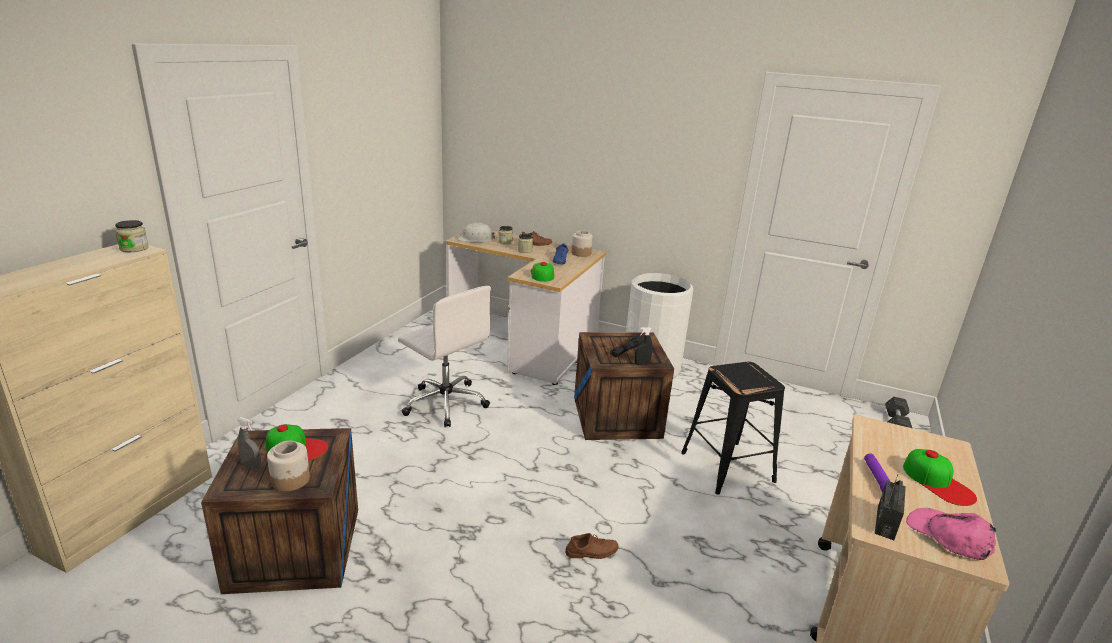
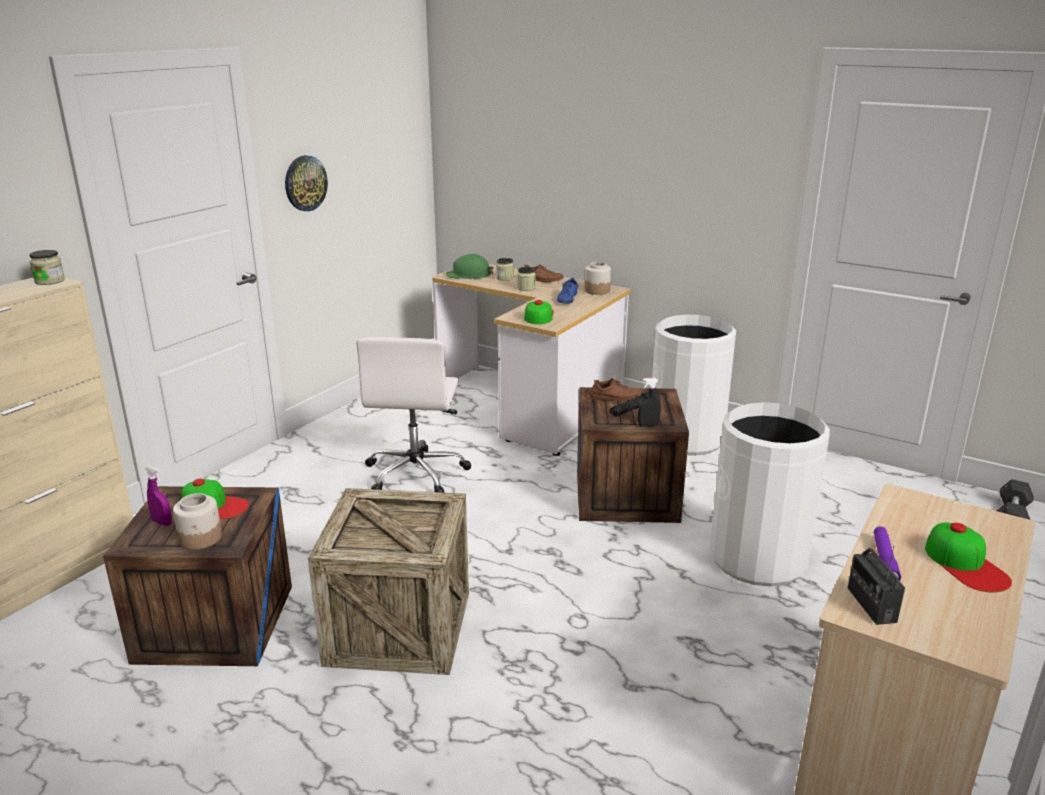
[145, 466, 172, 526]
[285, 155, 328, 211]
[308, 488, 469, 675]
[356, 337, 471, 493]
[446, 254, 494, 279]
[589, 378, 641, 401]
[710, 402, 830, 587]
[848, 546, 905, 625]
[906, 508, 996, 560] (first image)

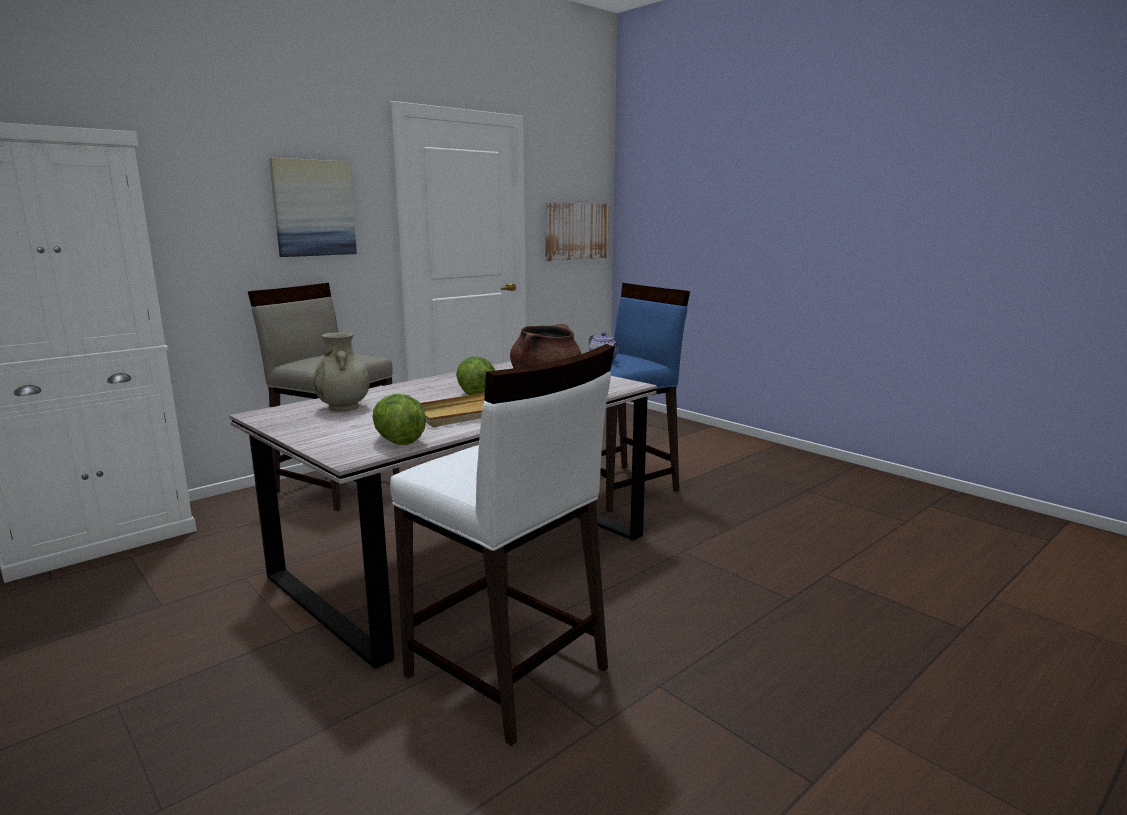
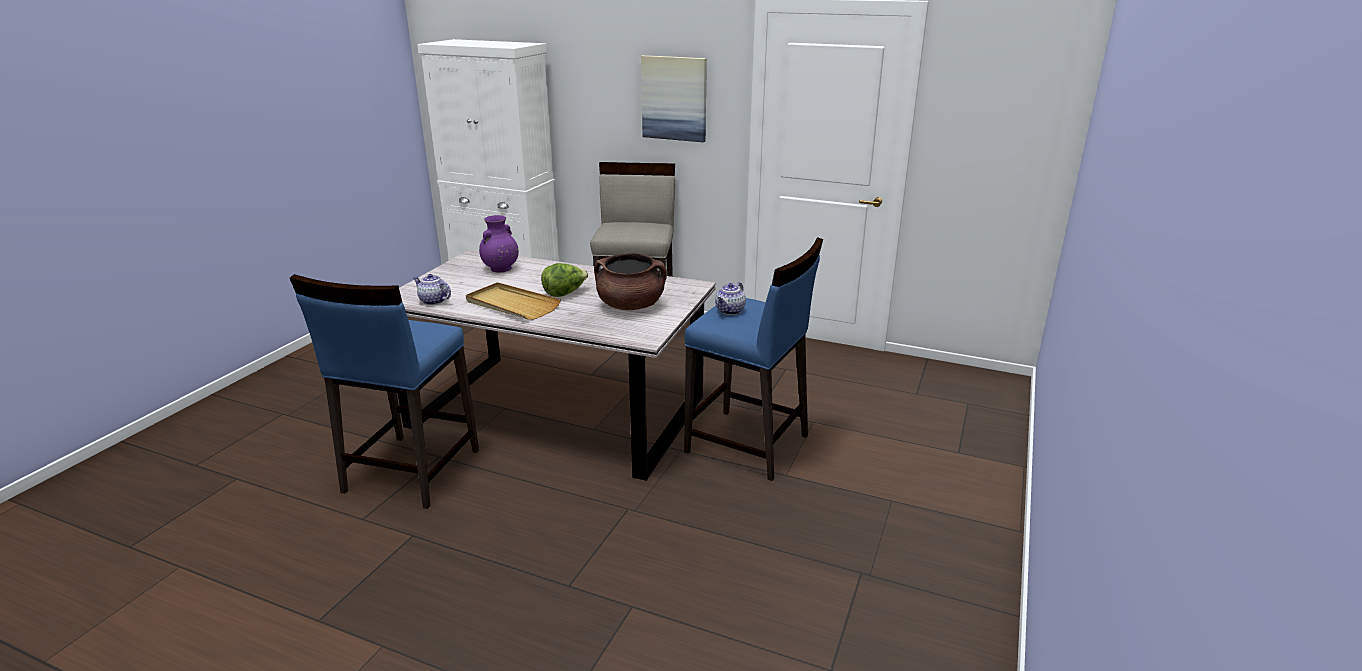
[290, 274, 479, 509]
[413, 274, 451, 305]
[479, 215, 519, 272]
[545, 203, 609, 261] (first image)

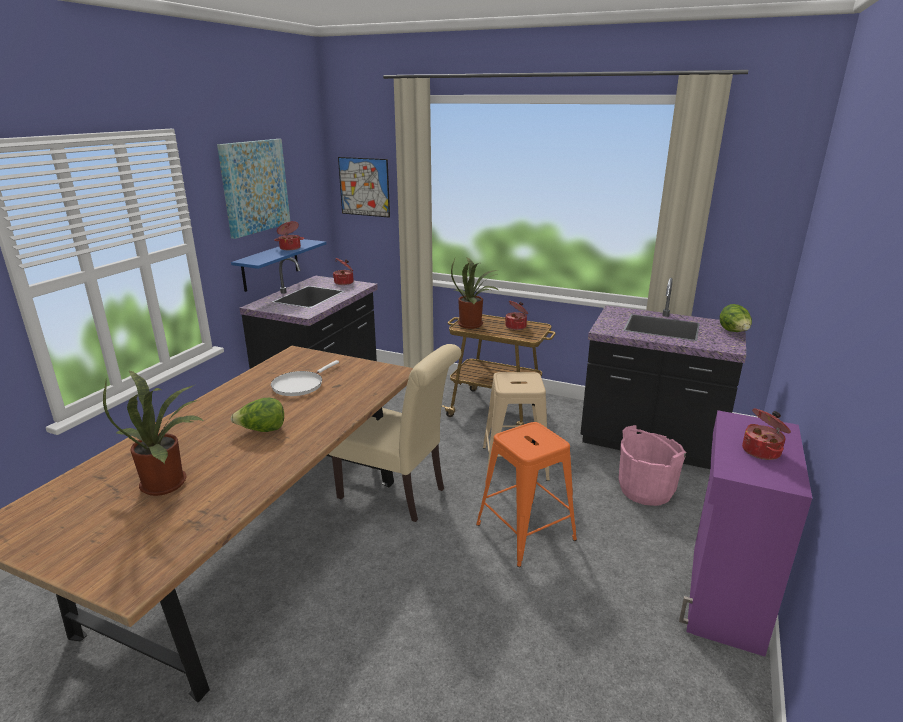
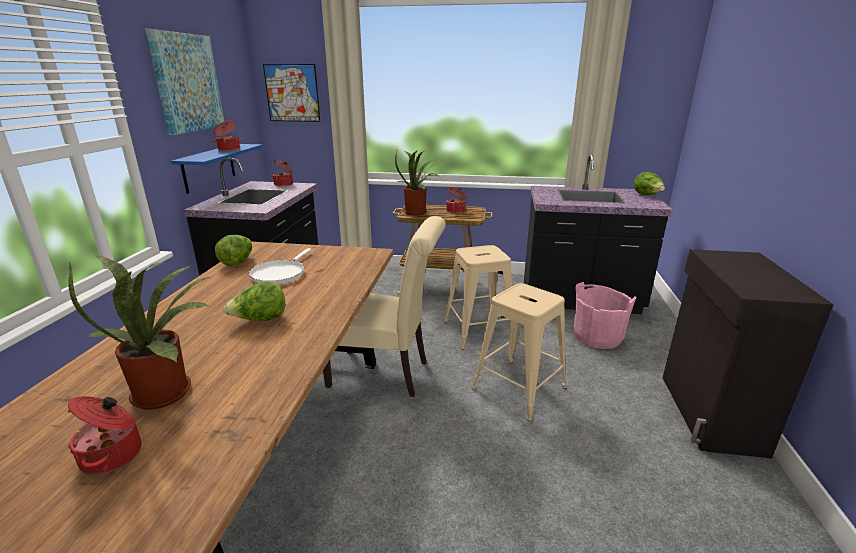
[68, 396, 141, 475]
[215, 235, 252, 266]
[472, 283, 567, 421]
[663, 249, 834, 458]

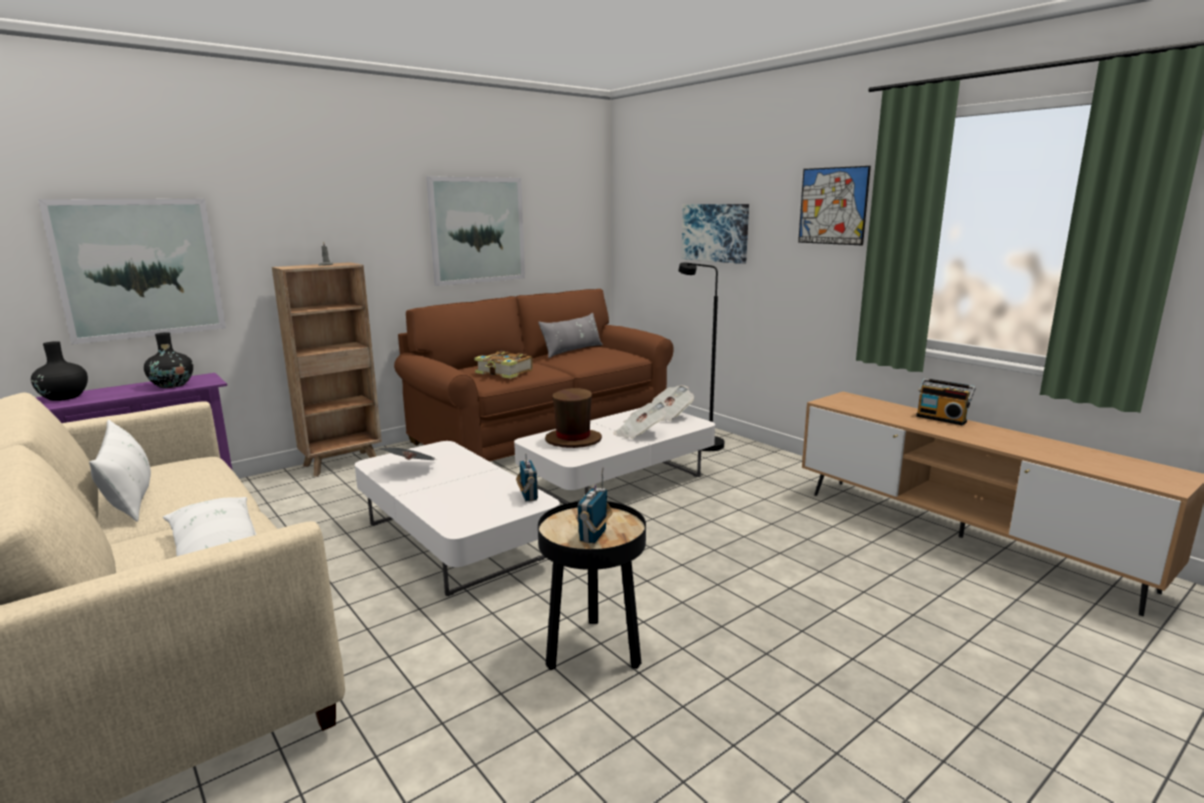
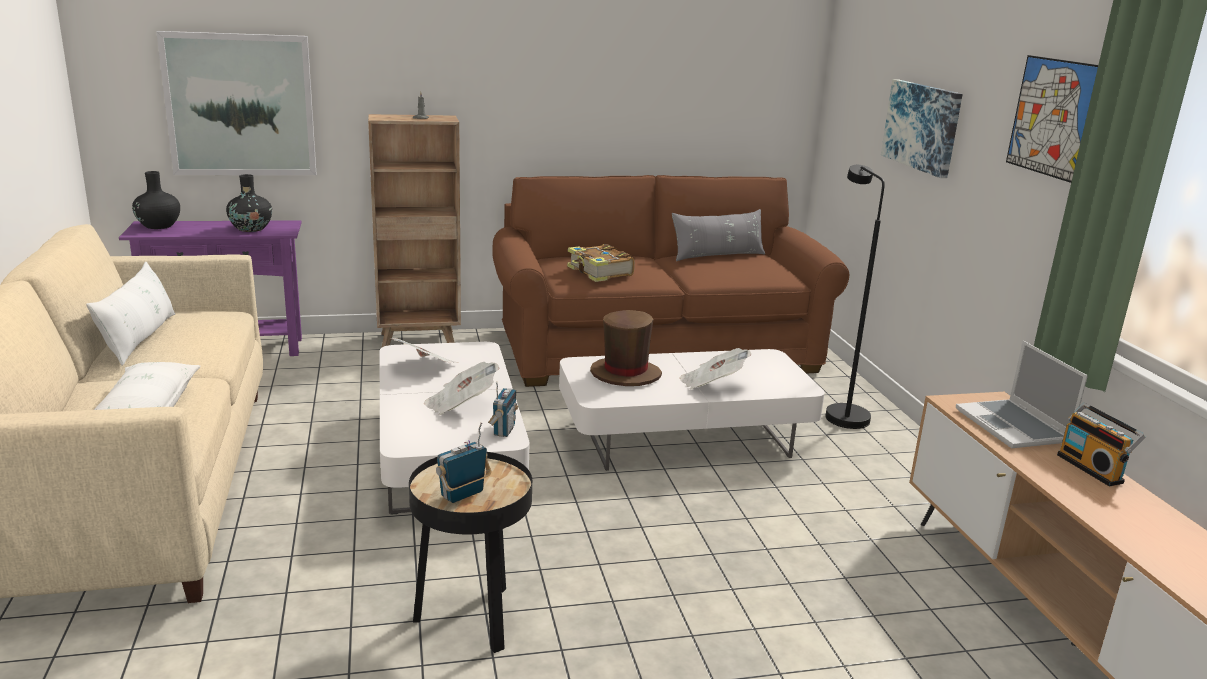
[424, 362, 500, 415]
[956, 341, 1088, 448]
[426, 176, 525, 286] (first image)

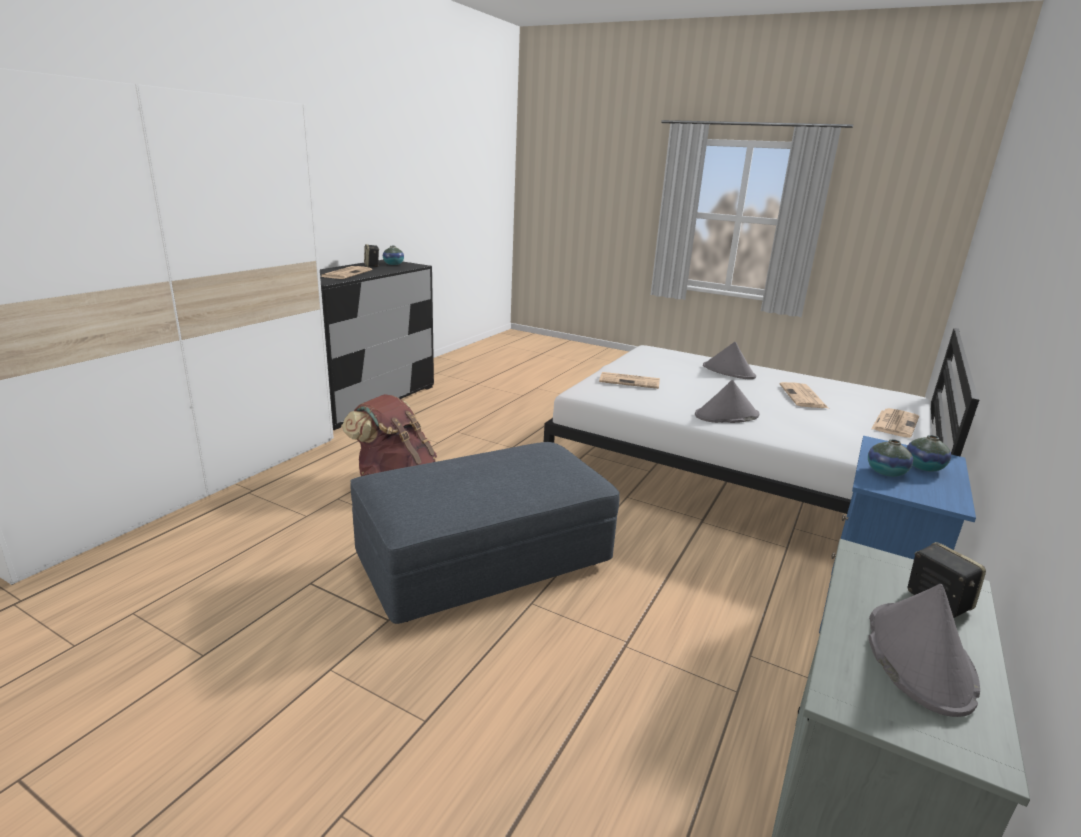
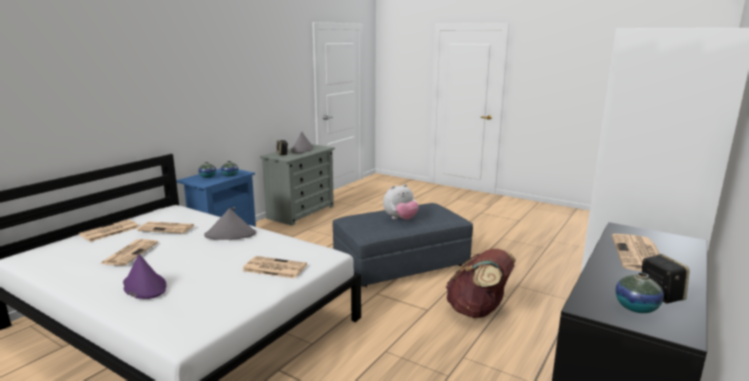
[123, 254, 167, 299]
[137, 221, 194, 234]
[383, 184, 419, 220]

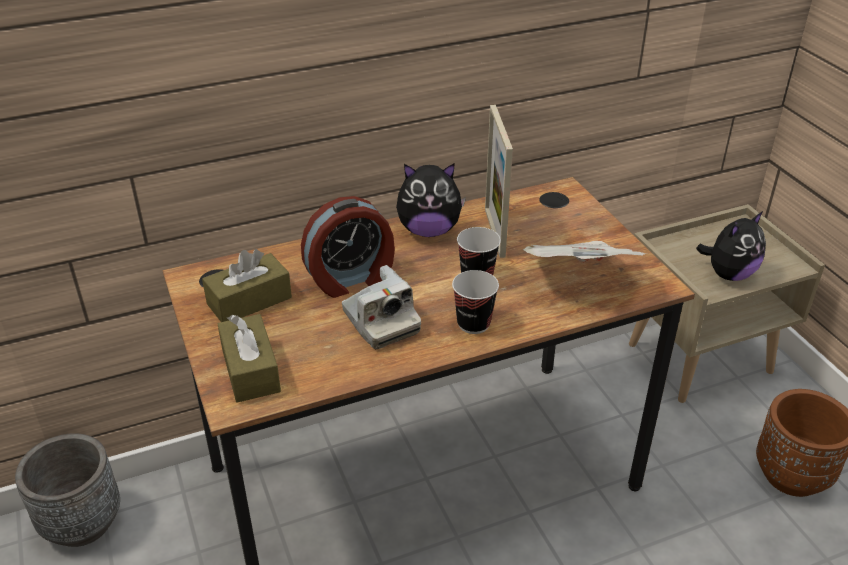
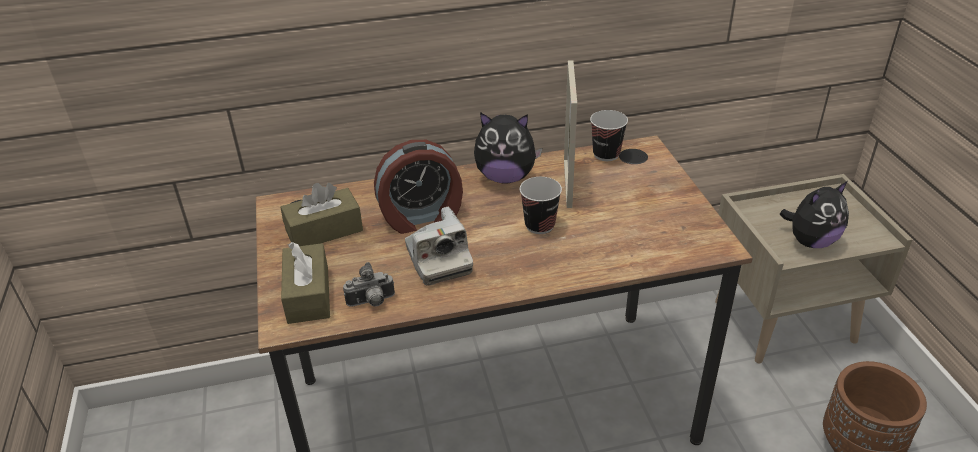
[343, 262, 395, 307]
[590, 110, 628, 161]
[15, 433, 120, 547] (first image)
[523, 241, 647, 263] (first image)

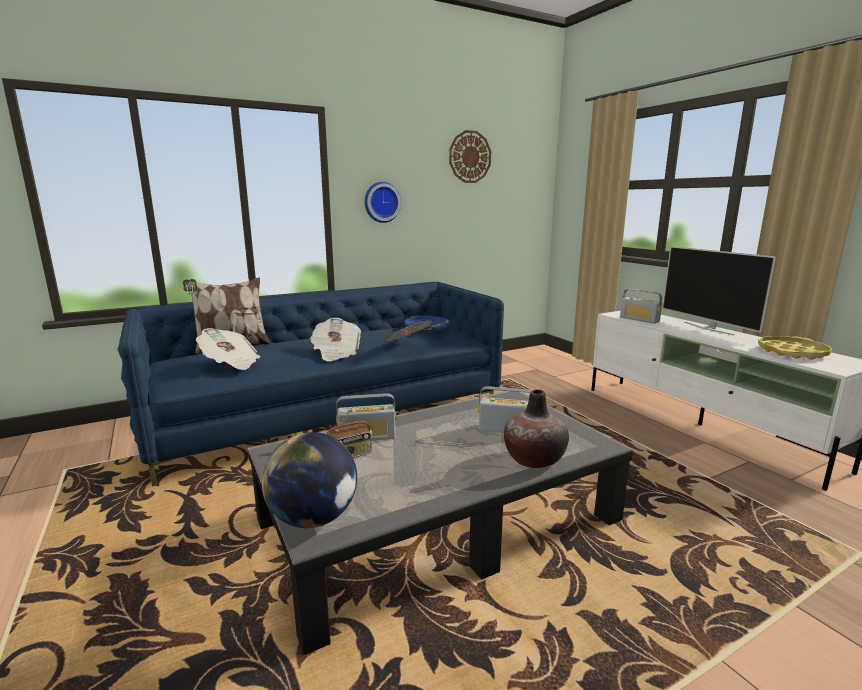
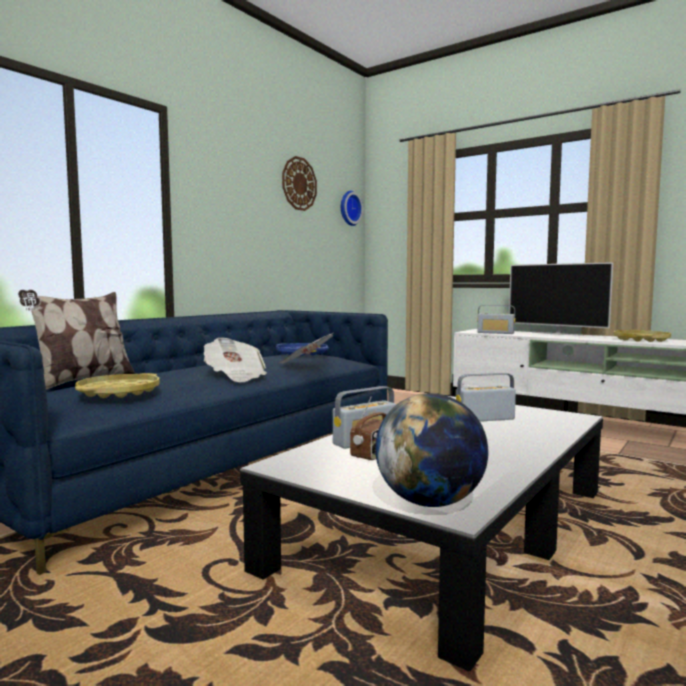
[75, 373, 160, 398]
[341, 191, 363, 226]
[504, 389, 569, 468] (first image)

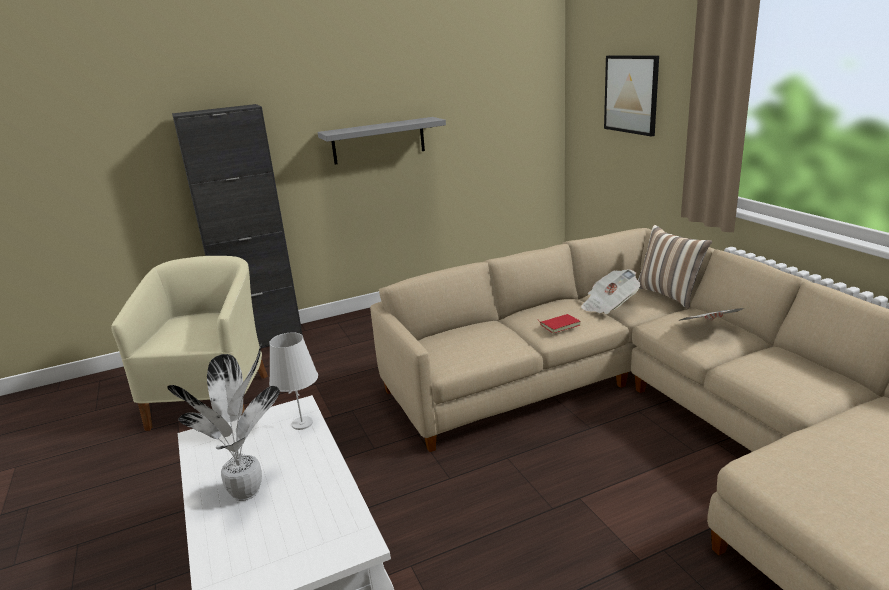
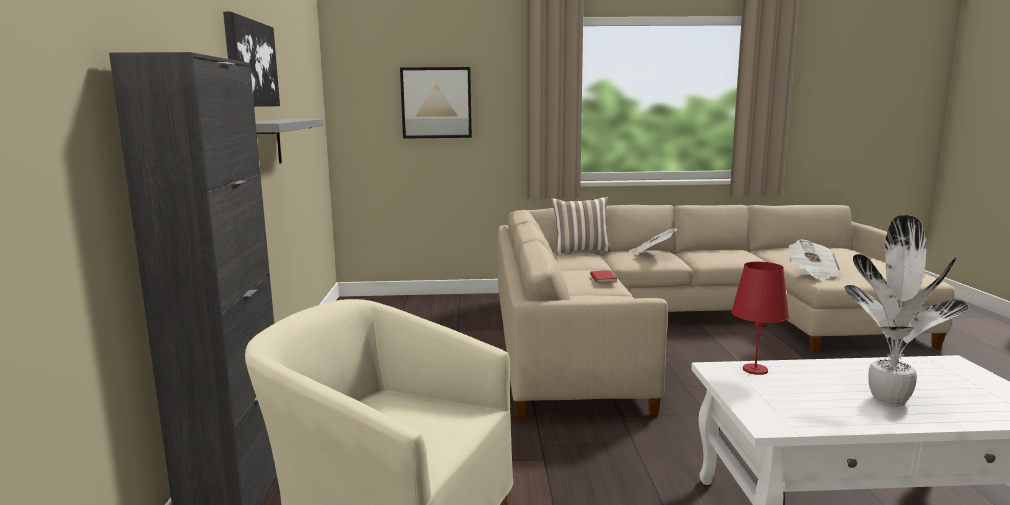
[223, 12, 280, 107]
[731, 262, 789, 375]
[788, 240, 842, 280]

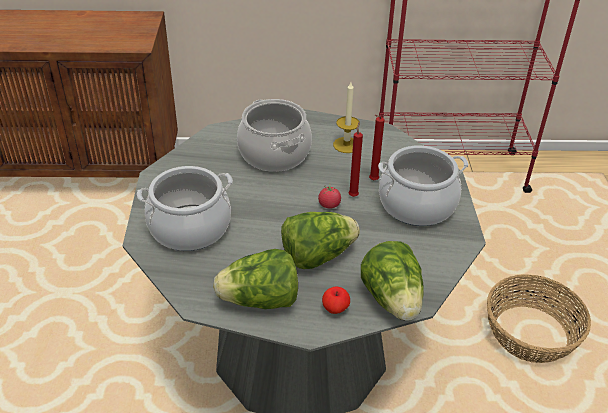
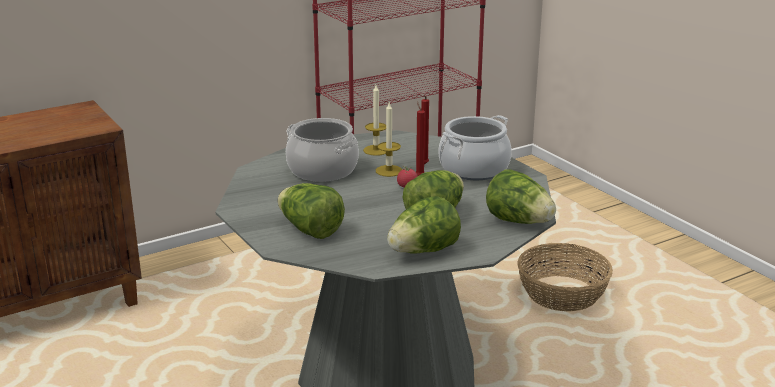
[278, 183, 345, 239]
[376, 103, 402, 177]
[322, 286, 350, 314] (first image)

